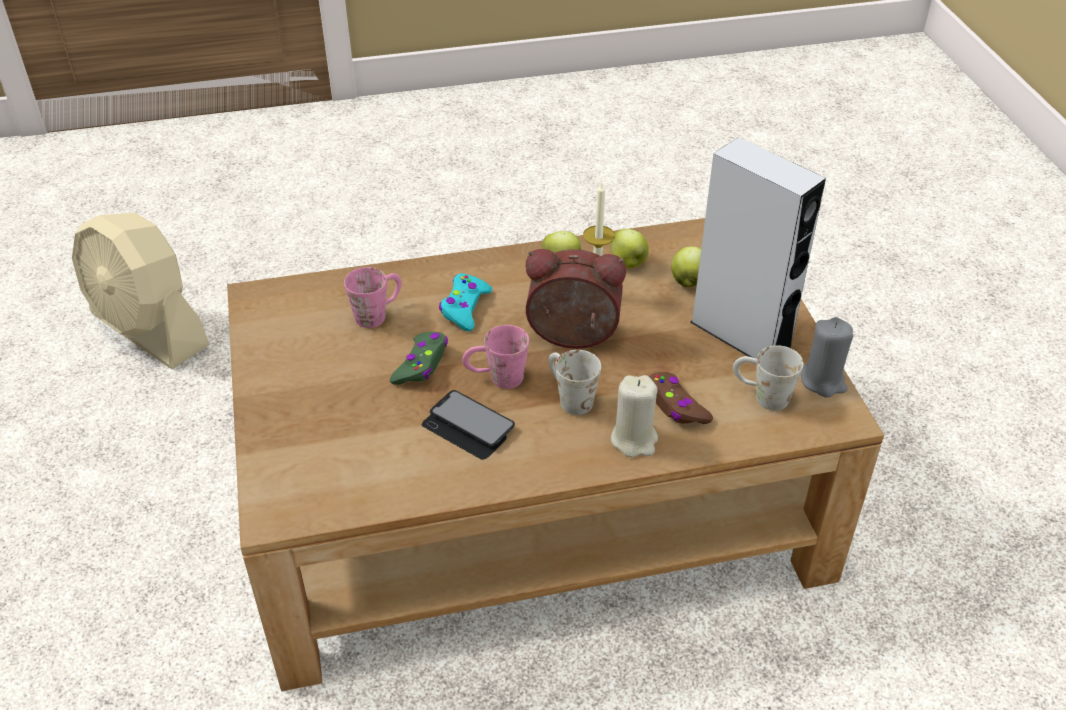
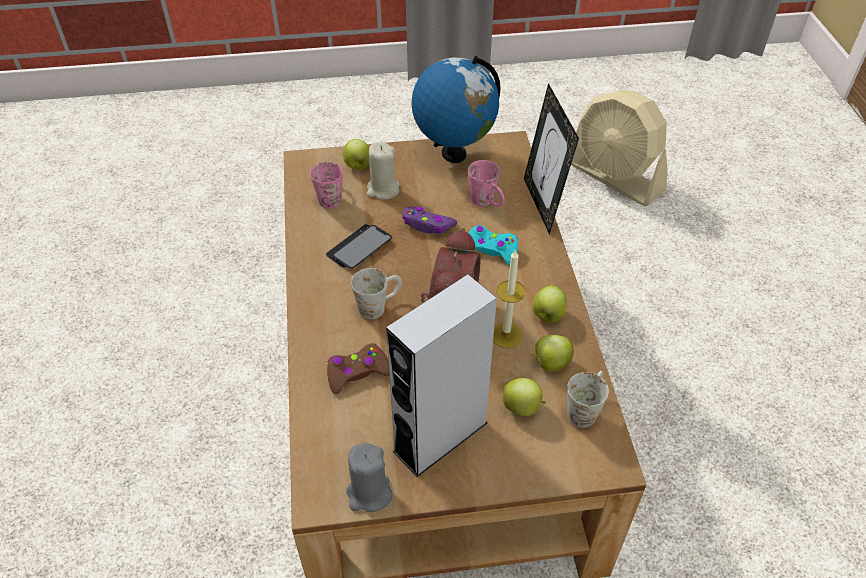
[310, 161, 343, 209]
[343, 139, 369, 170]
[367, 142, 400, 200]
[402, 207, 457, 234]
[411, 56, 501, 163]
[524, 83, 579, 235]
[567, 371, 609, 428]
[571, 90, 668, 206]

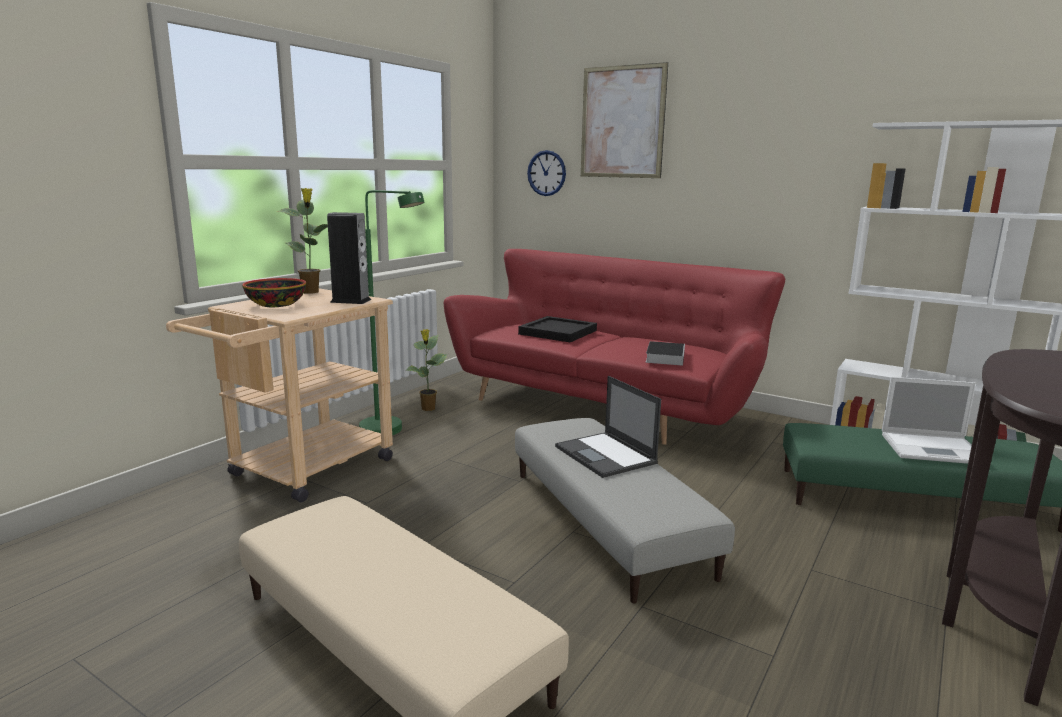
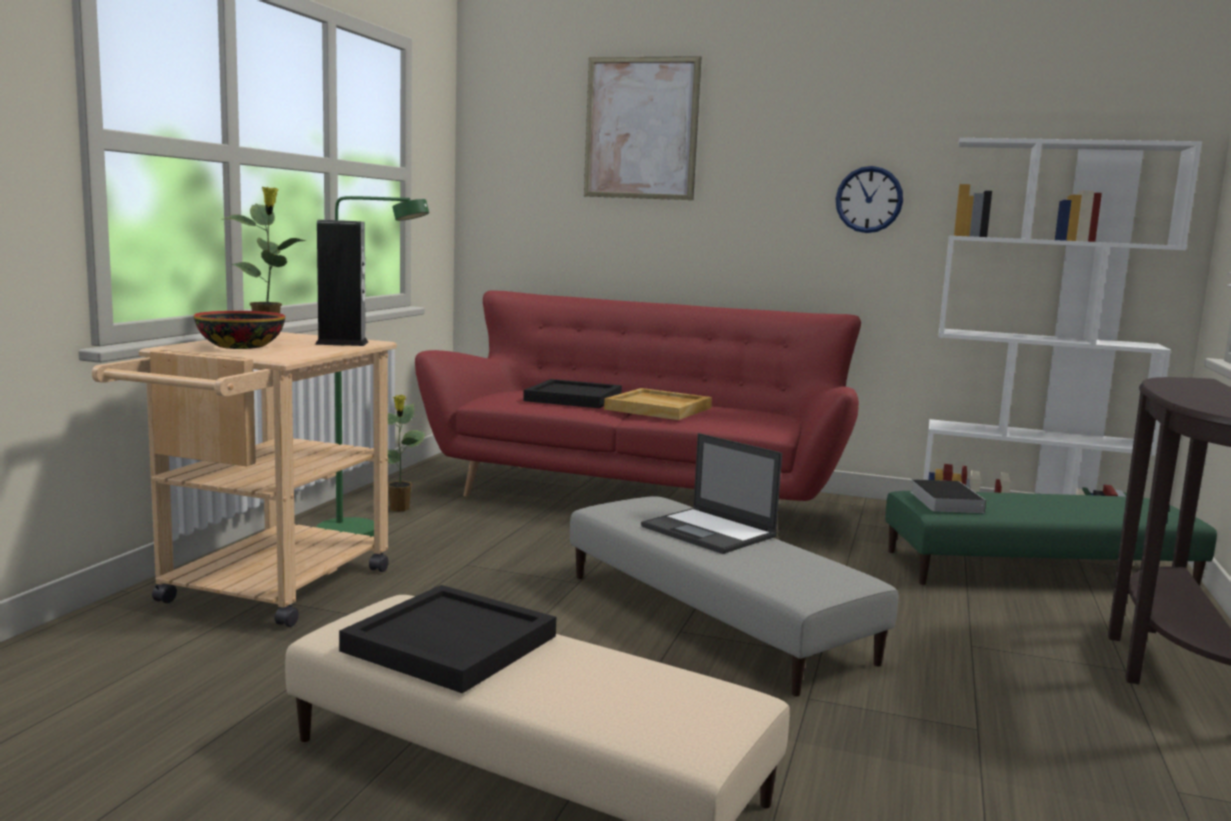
[339, 585, 556, 694]
[604, 388, 712, 420]
[836, 166, 903, 233]
[911, 479, 986, 513]
[882, 377, 976, 464] (first image)

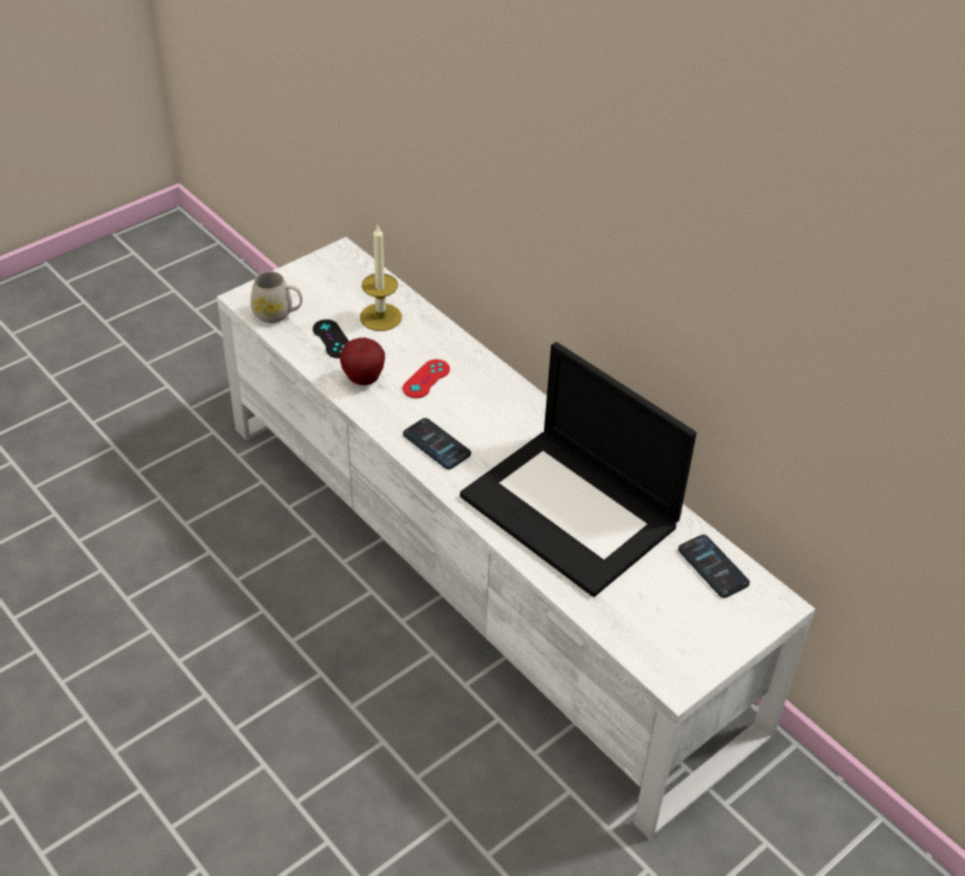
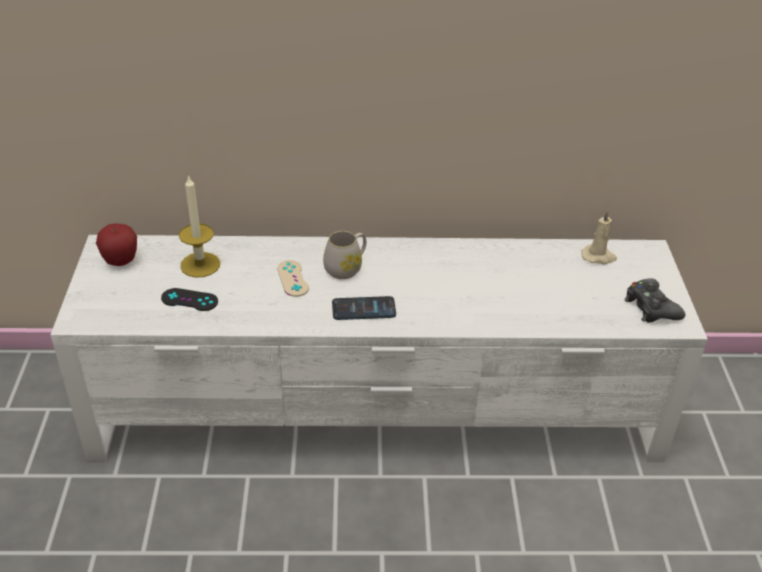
[96, 224, 137, 266]
[277, 260, 309, 297]
[323, 231, 366, 279]
[581, 210, 617, 265]
[625, 278, 685, 323]
[460, 342, 697, 597] (first image)

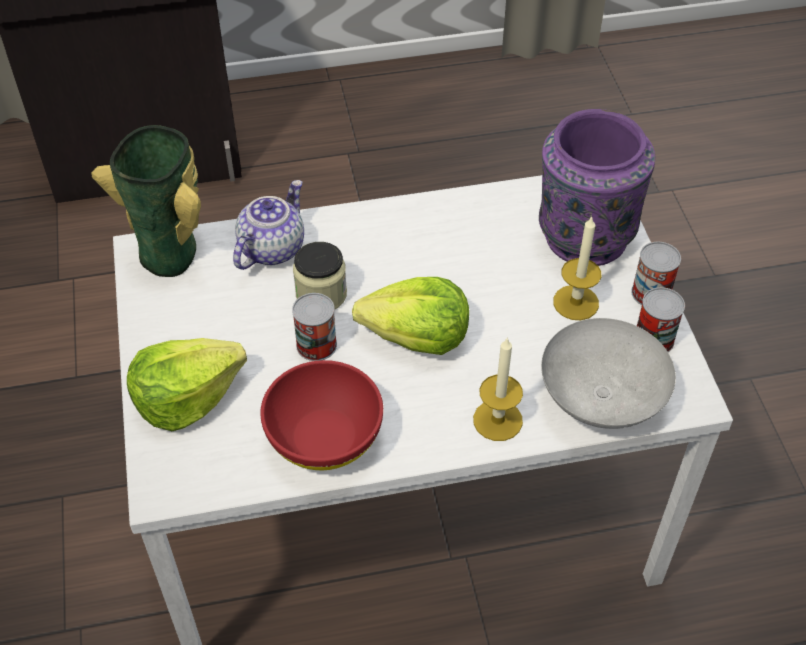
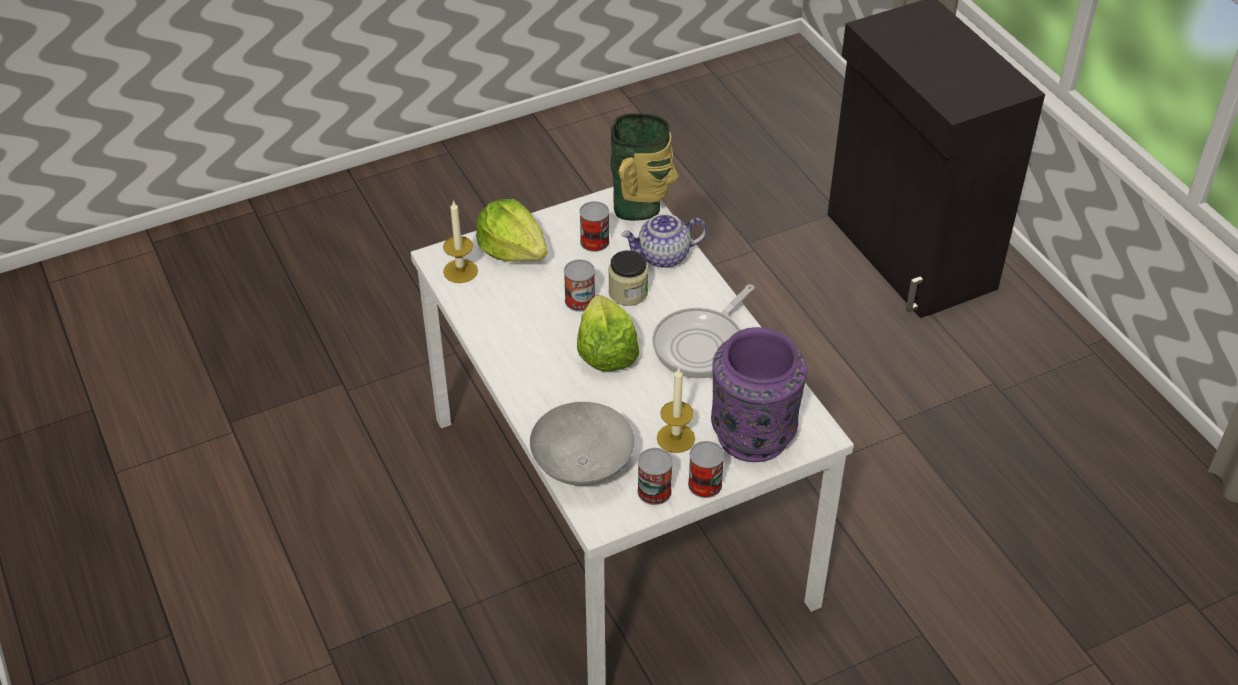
[443, 200, 478, 283]
[579, 201, 609, 252]
[621, 214, 707, 268]
[652, 284, 755, 378]
[260, 360, 383, 470] (first image)

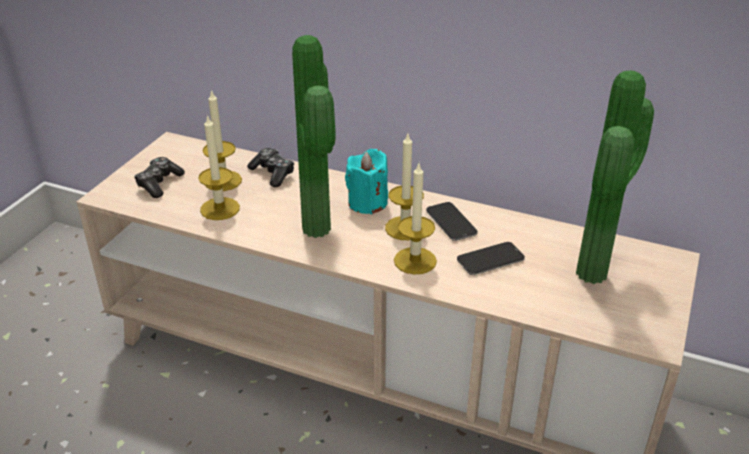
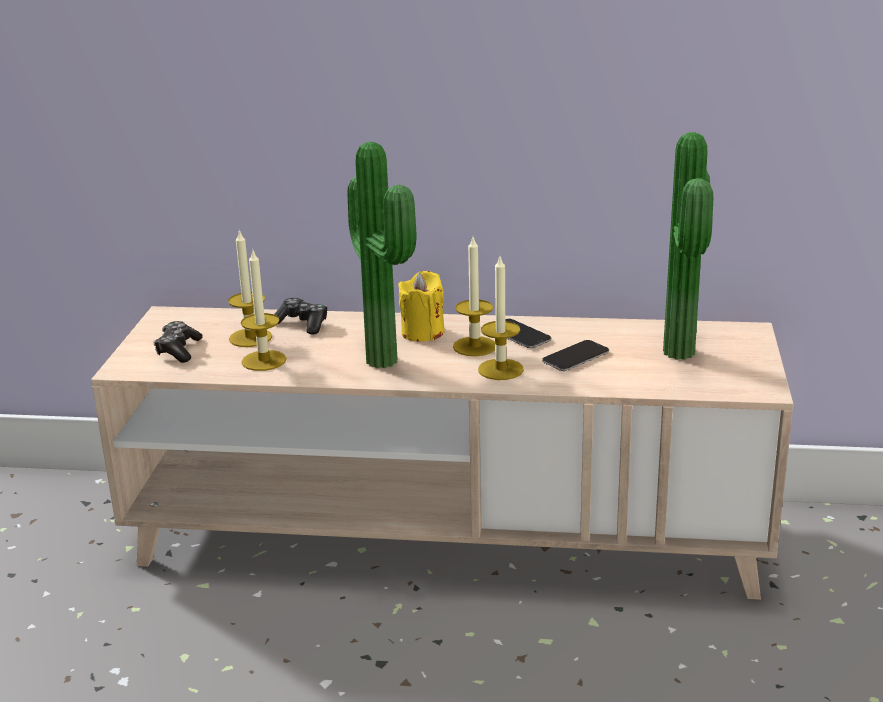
[398, 271, 445, 342]

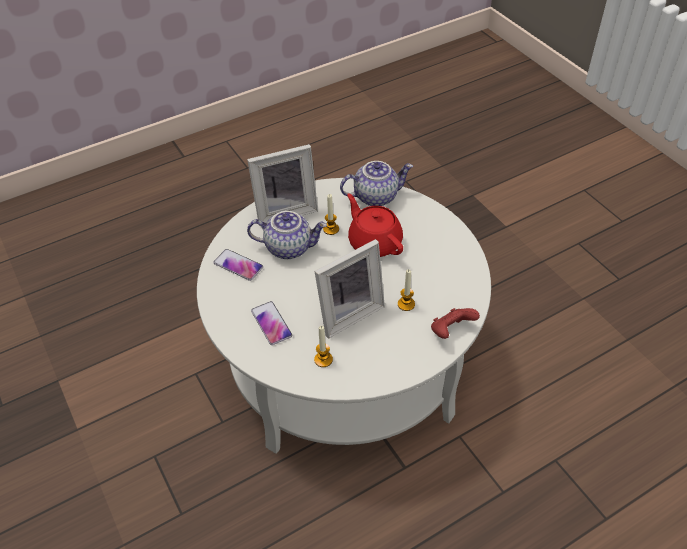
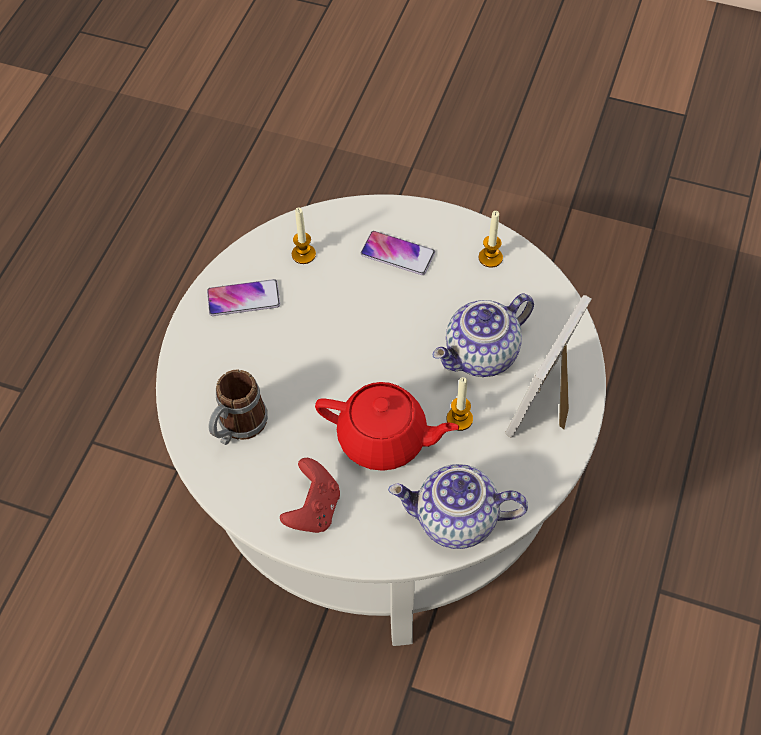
[207, 279, 280, 316]
[209, 369, 268, 445]
[280, 458, 340, 533]
[388, 464, 528, 549]
[479, 211, 503, 268]
[314, 239, 385, 338] (first image)

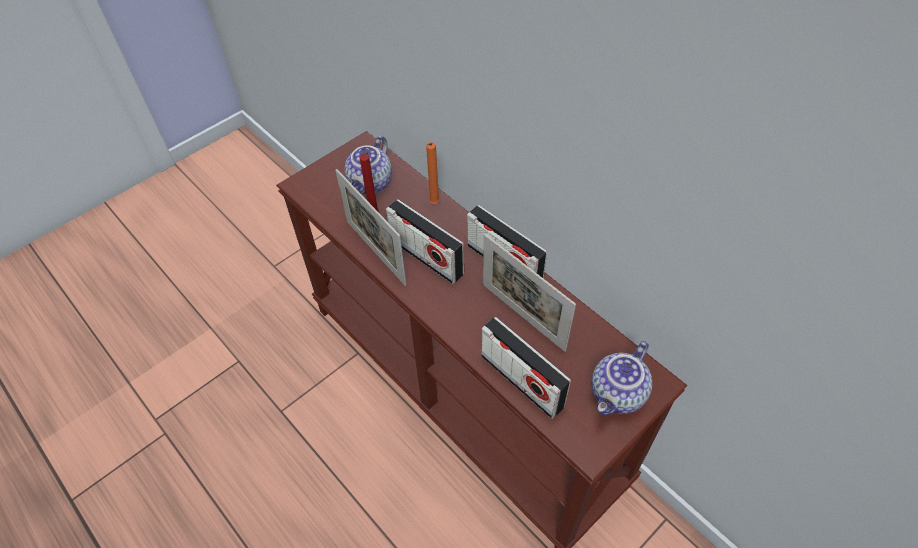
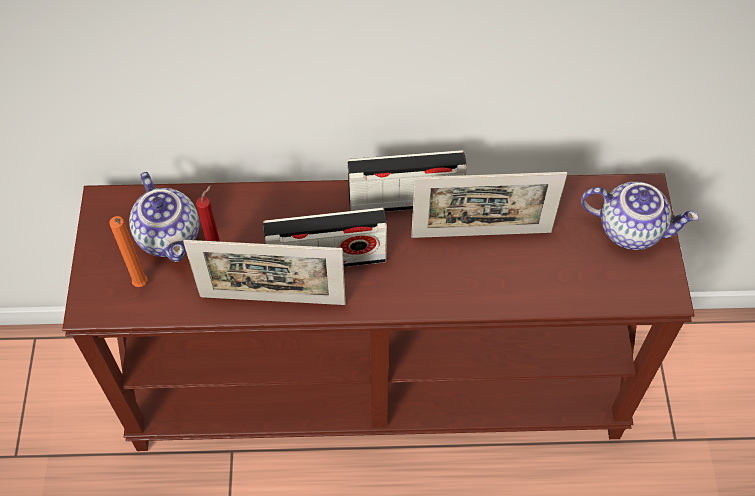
[109, 216, 148, 287]
[581, 182, 699, 250]
[481, 317, 571, 419] (first image)

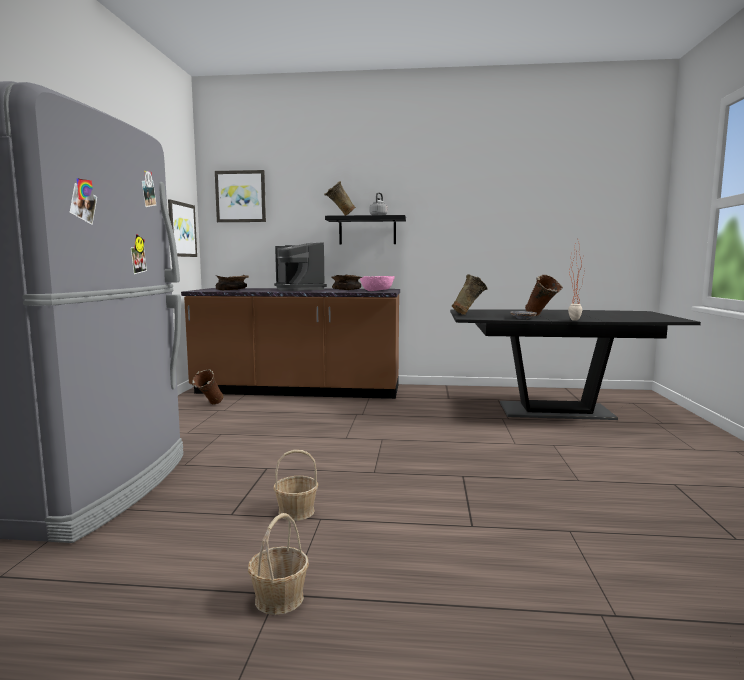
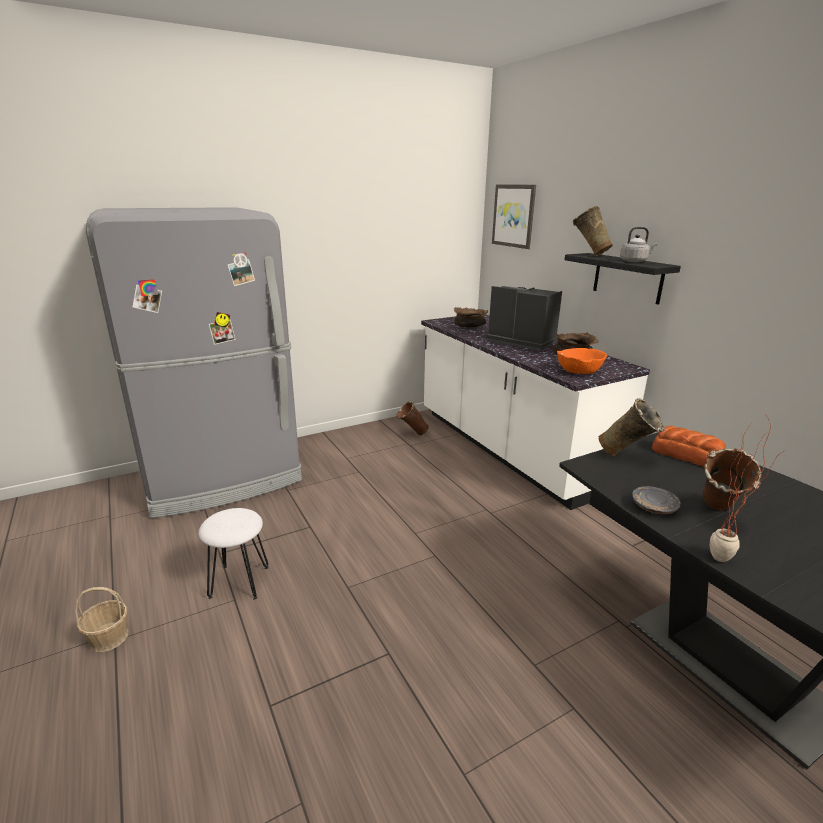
[198, 508, 269, 600]
[421, 314, 650, 510]
[486, 286, 562, 351]
[557, 348, 607, 374]
[652, 426, 726, 467]
[168, 199, 197, 257] (first image)

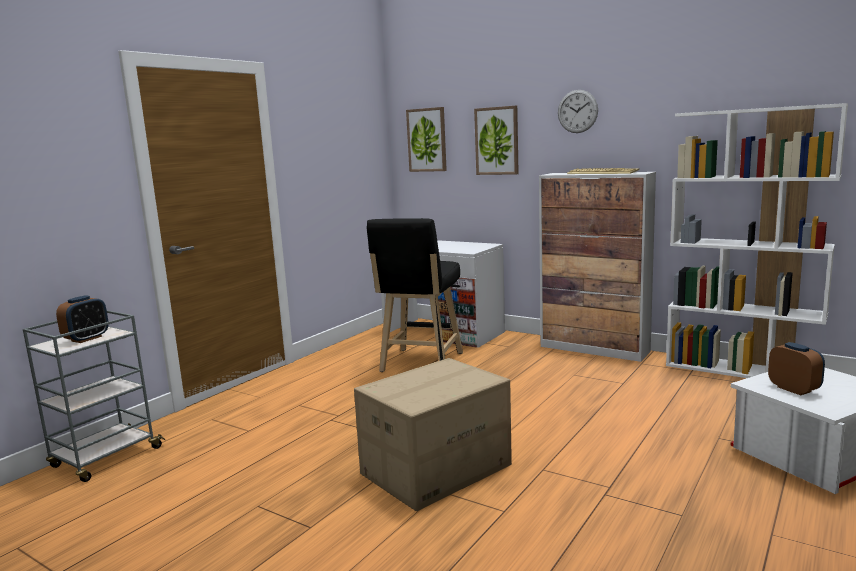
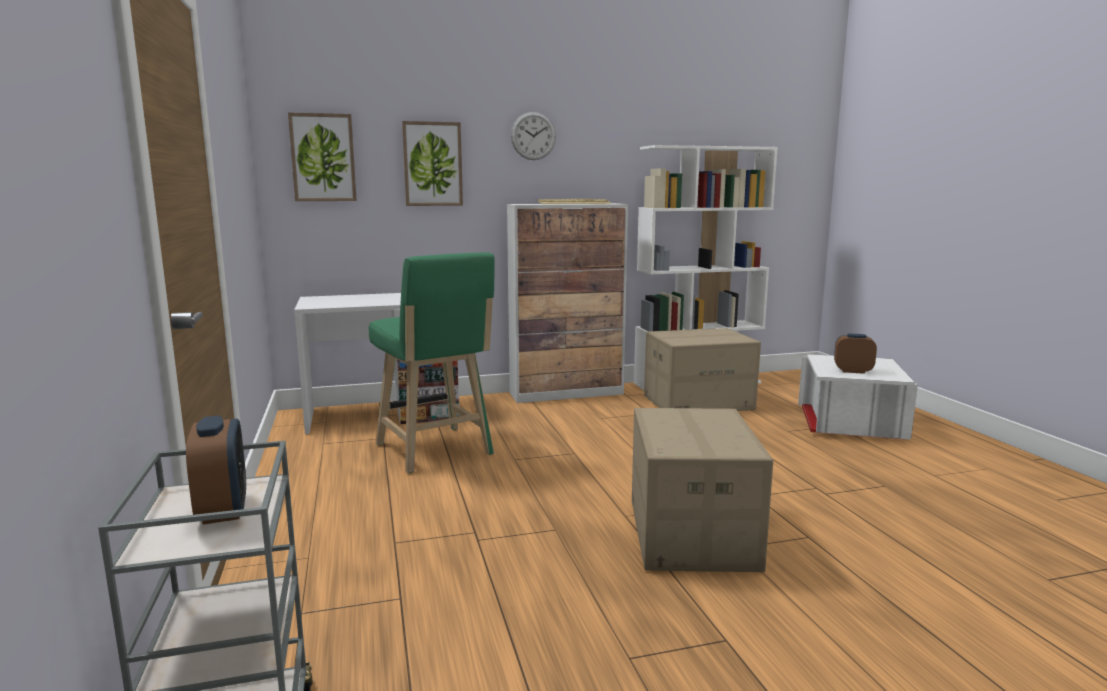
[369, 252, 495, 473]
[644, 328, 761, 411]

